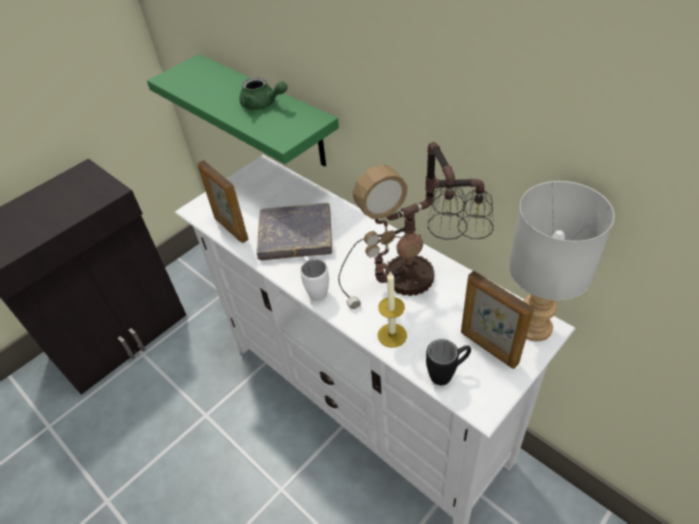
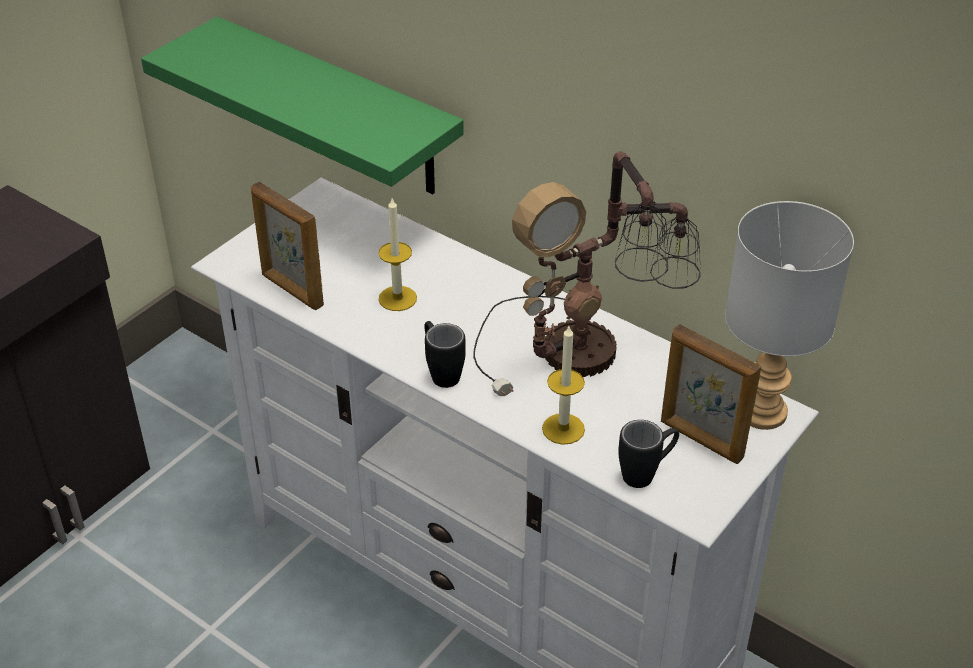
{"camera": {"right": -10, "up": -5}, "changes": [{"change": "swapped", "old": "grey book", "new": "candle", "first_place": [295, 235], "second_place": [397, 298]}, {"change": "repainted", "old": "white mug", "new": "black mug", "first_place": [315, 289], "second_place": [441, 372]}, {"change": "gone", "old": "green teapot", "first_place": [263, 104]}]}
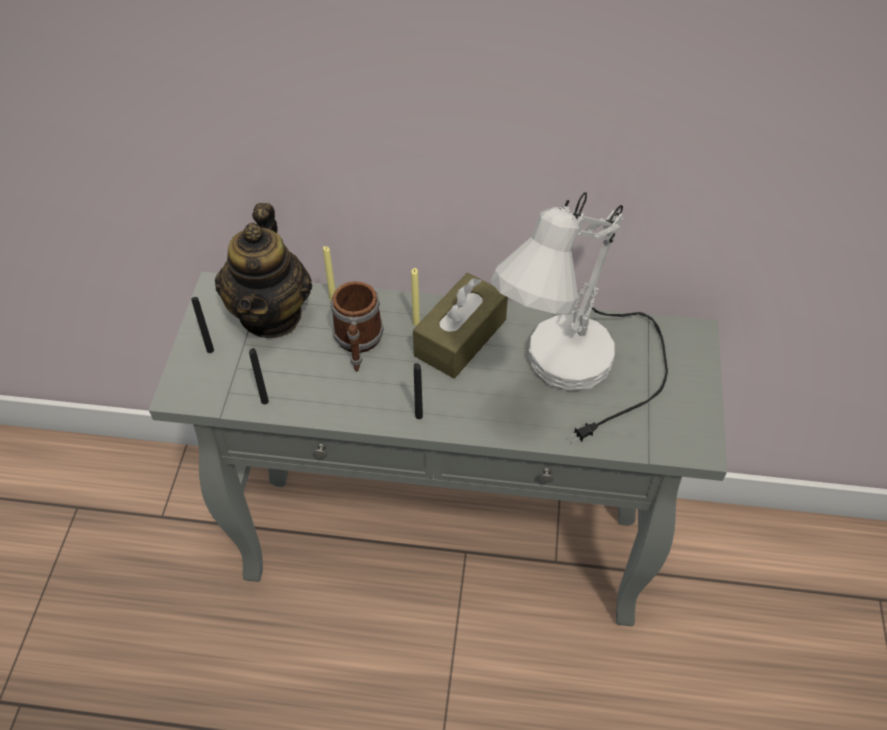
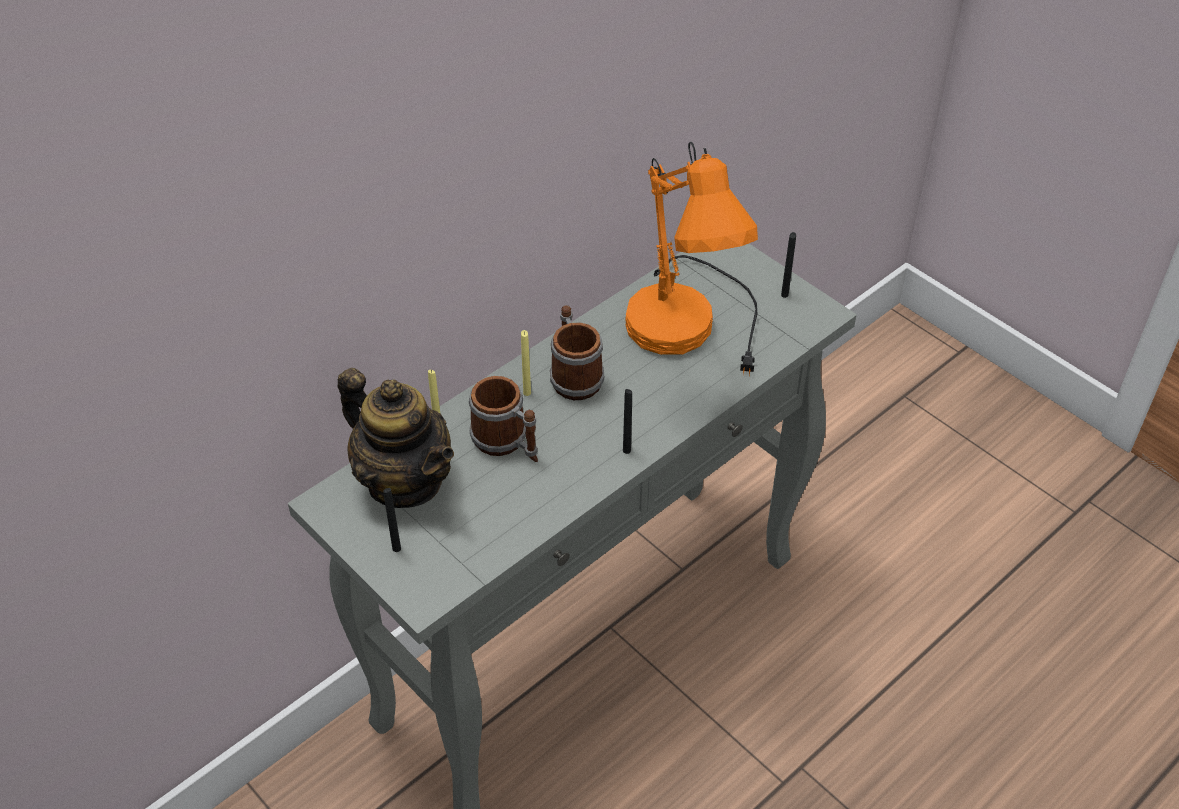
{"camera": {"right": -50, "up": -5}, "changes": [{"change": "swapped", "old": "brown tissue box", "new": "mug", "first_place": [460, 337], "second_place": [574, 376]}, {"change": "repainted", "old": "white table lamp", "new": "orange table lamp", "first_place": [583, 380], "second_place": [697, 333]}, {"change": "shifted", "old": "black candle", "first_place": [264, 401], "second_place": [784, 295]}]}
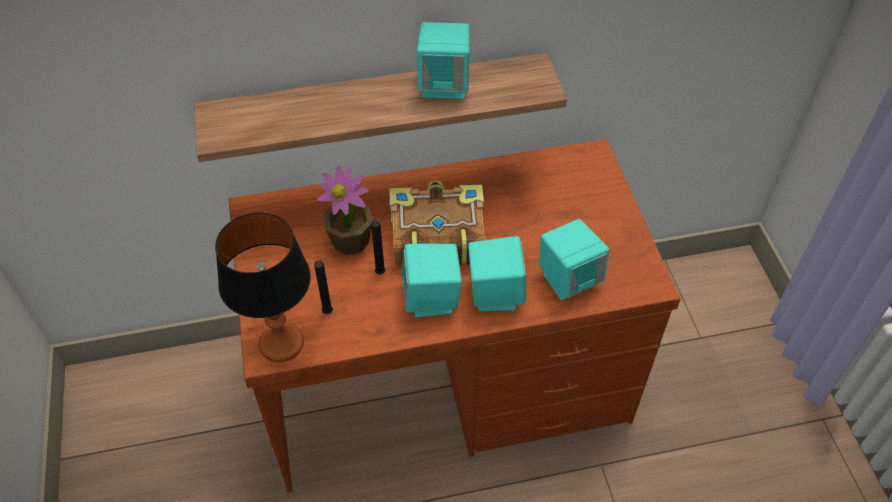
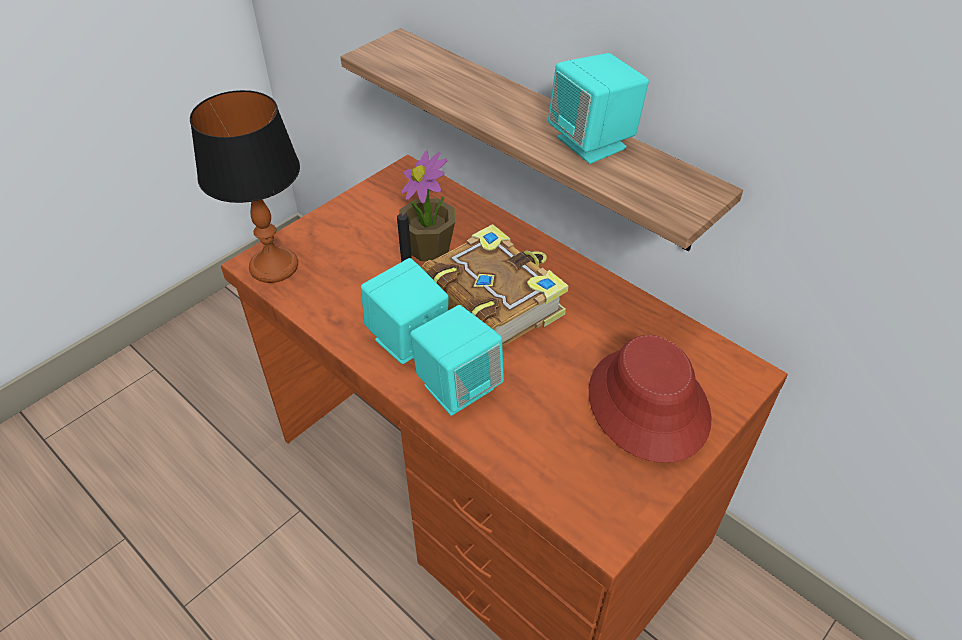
{"camera": {"right": 55, "up": -5}, "changes": [{"change": "new", "new": "red hat", "second_place": [647, 404]}, {"change": "gone", "old": "black candle", "first_place": [329, 312]}, {"change": "gone", "old": "turquoise speaker", "first_place": [568, 279]}]}
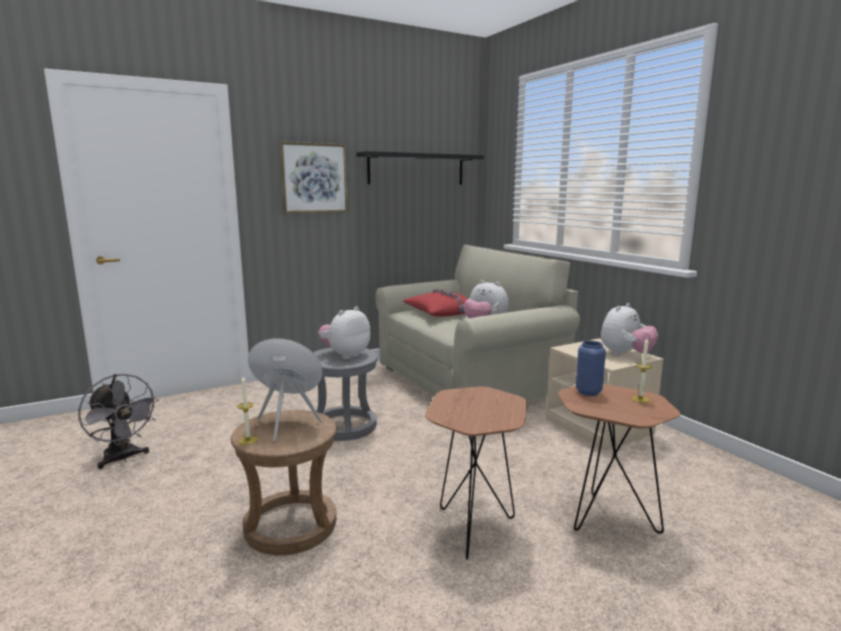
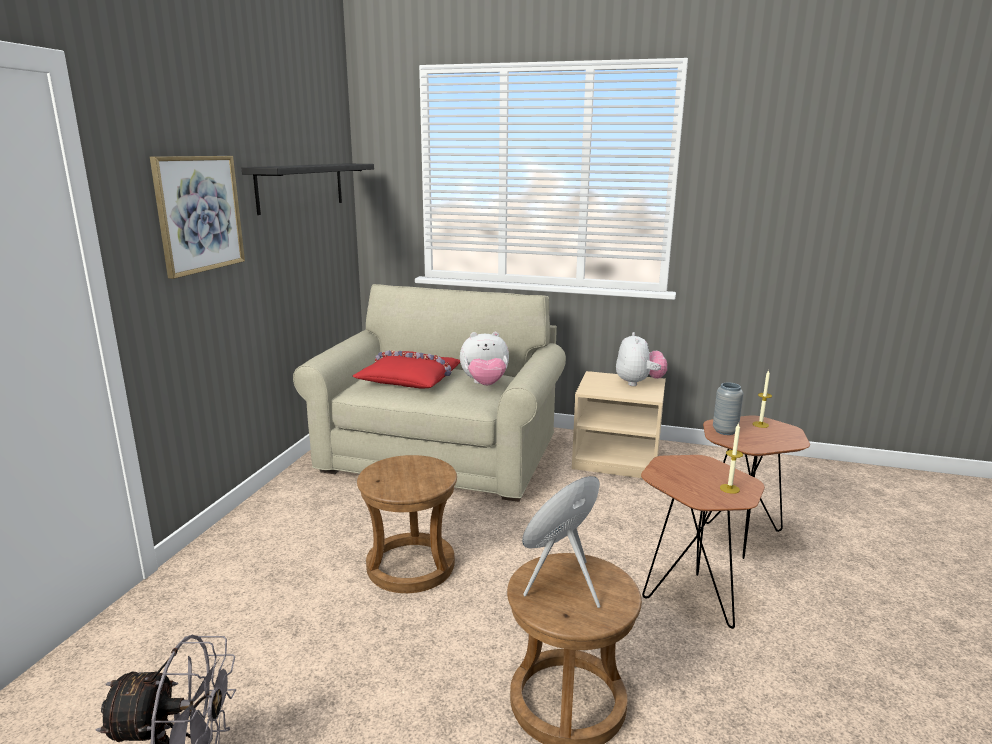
{"camera": {"right": -45, "up": 5}, "changes": [{"change": "repainted", "old": "grey stool", "new": "brown stool", "first_place": [345, 426], "second_place": [411, 566]}, {"change": "repainted", "old": "blue vase", "new": "grey vase", "first_place": [588, 392], "second_place": [725, 431]}, {"change": "shifted", "old": "candle", "first_place": [248, 440], "second_place": [729, 488]}, {"change": "gone", "old": "plush toy", "first_place": [345, 355]}]}
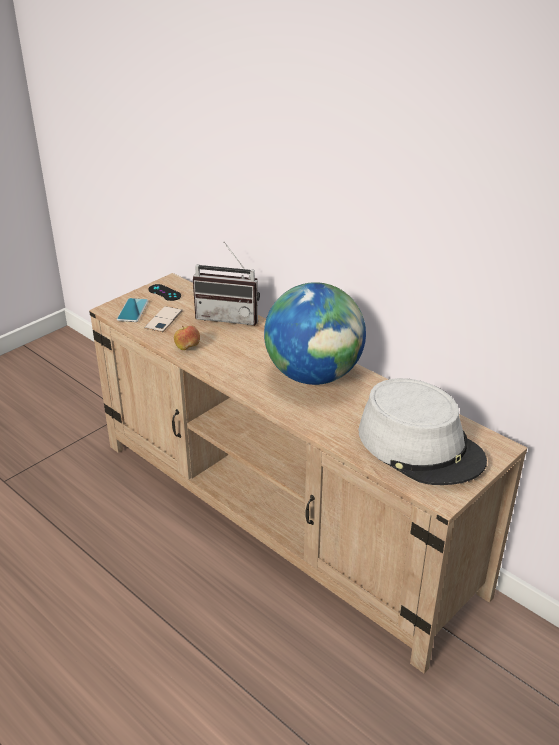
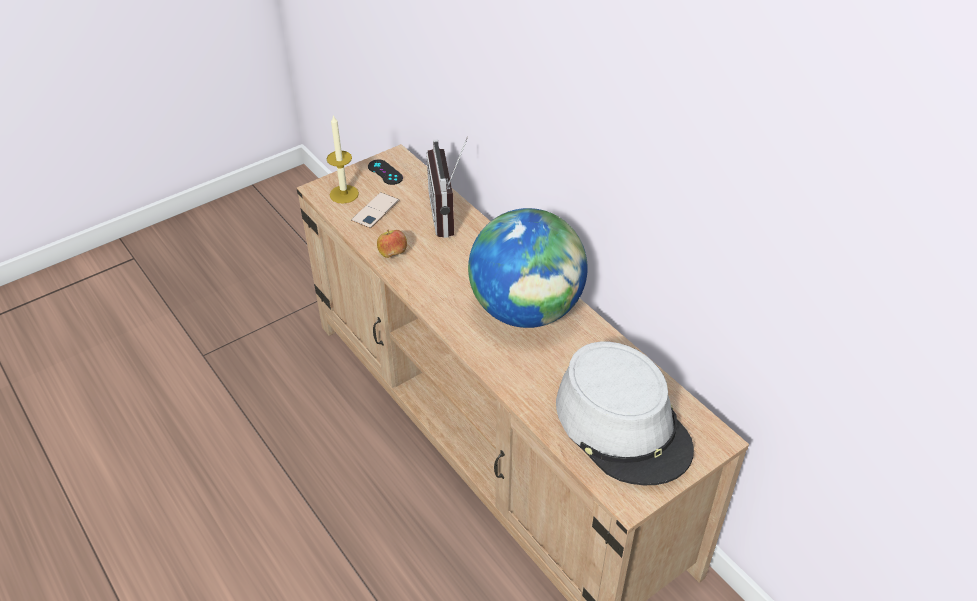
{"camera": {"right": 10, "up": 10}, "changes": [{"change": "swapped", "old": "phone", "new": "candle", "first_place": [133, 310], "second_place": [344, 194]}, {"change": "rotated", "old": "radio", "first_place": [229, 316], "second_place": [450, 214], "degrees": 60}]}
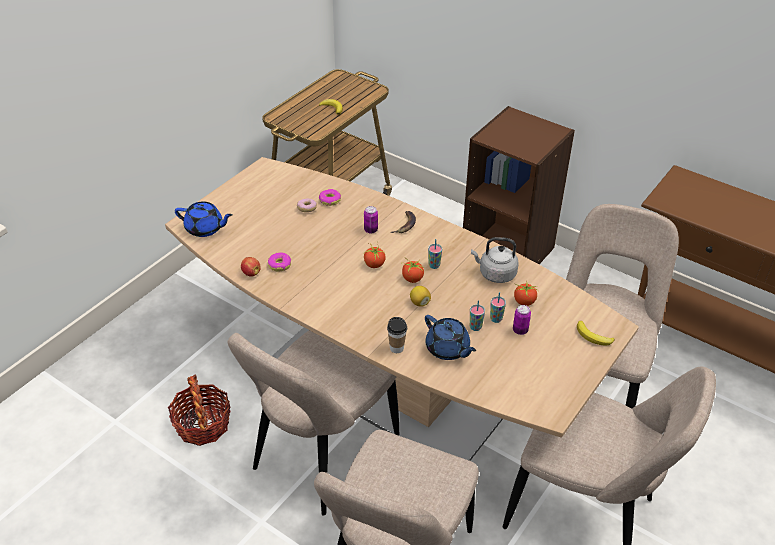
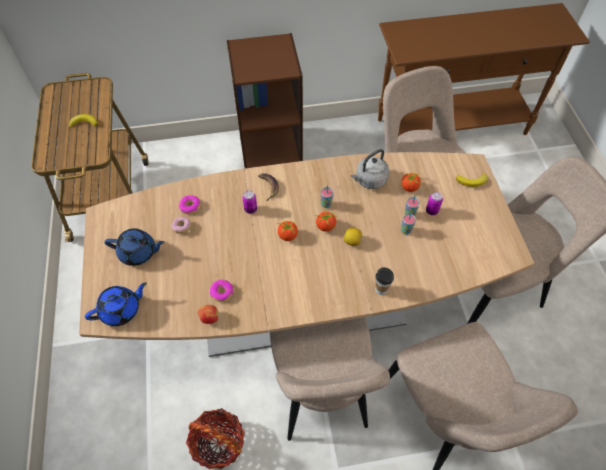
{"camera": {"right": -45, "up": 15}, "changes": [{"change": "shifted", "old": "blue teapot", "first_place": [448, 349], "second_place": [138, 253]}]}
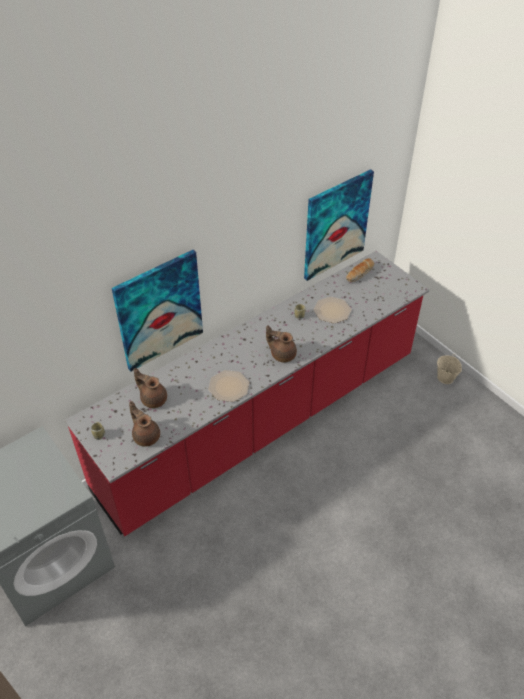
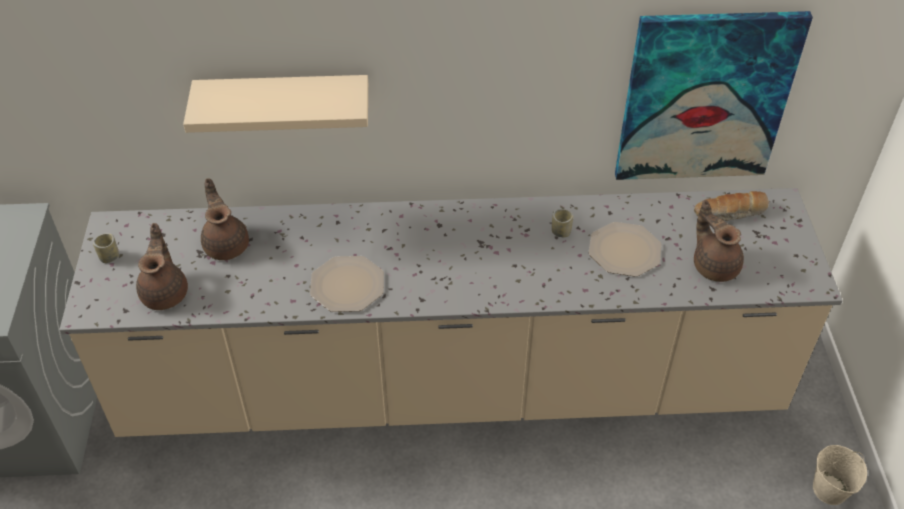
{"camera": {"right": 35, "up": 0}, "changes": [{"change": "repainted", "old": "red counter", "new": "beige counter", "first_place": [262, 422], "second_place": [452, 387]}, {"change": "swapped", "old": "picture", "new": "beige shelf", "first_place": [159, 310], "second_place": [284, 102]}, {"change": "shifted", "old": "brown teapot", "first_place": [282, 354], "second_place": [714, 265]}]}
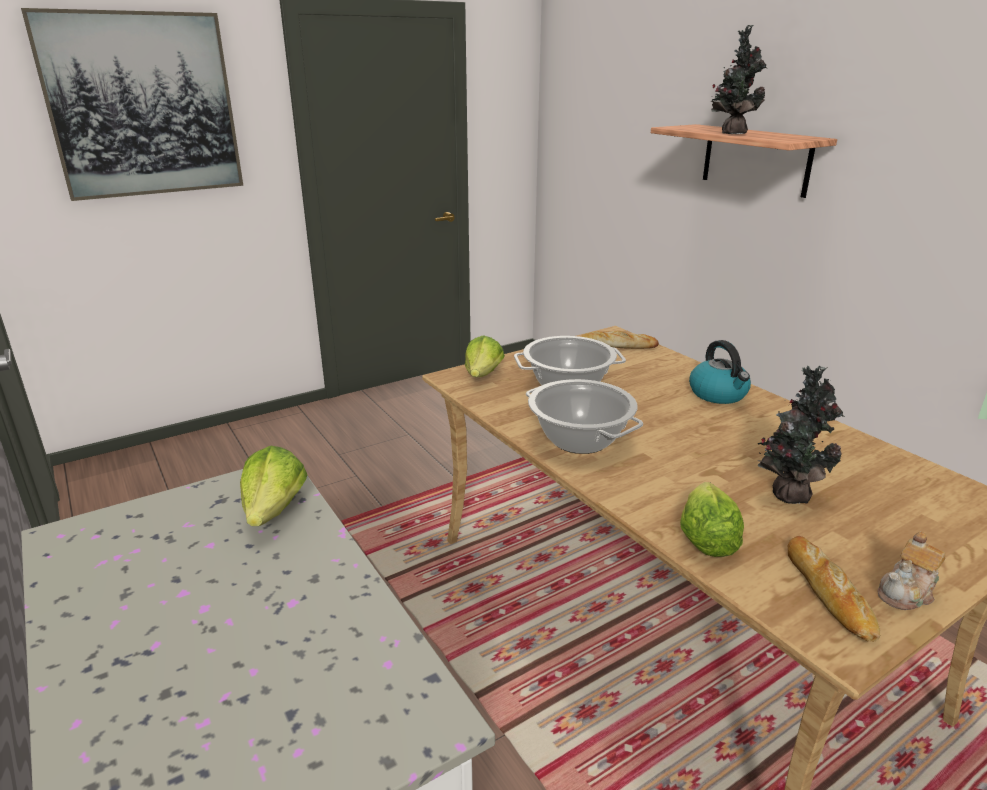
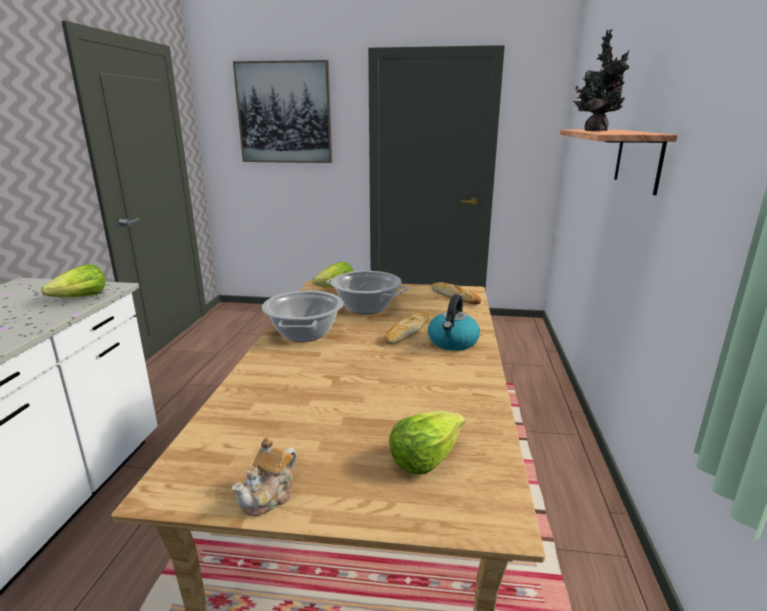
{"camera": {"right": 40, "up": -5}, "changes": [{"change": "rotated", "old": "teapot", "first_place": [907, 593], "second_place": [269, 496], "degrees": -60}, {"change": "shifted", "old": "bread", "first_place": [828, 592], "second_place": [406, 332]}, {"change": "shifted", "old": "lettuce", "first_place": [706, 537], "second_place": [425, 457]}, {"change": "gone", "old": "potted plant", "first_place": [787, 494]}]}
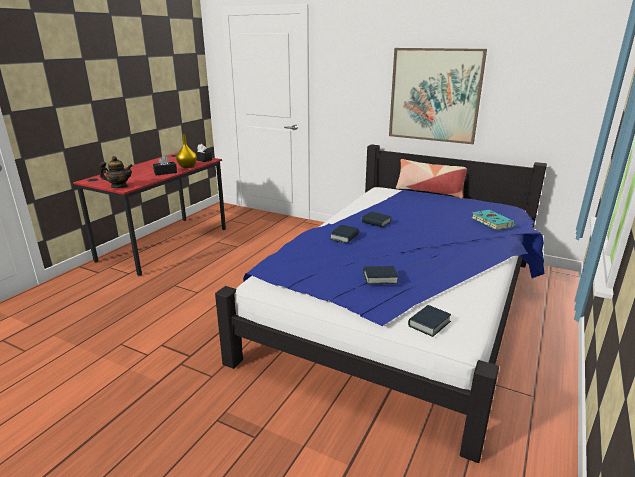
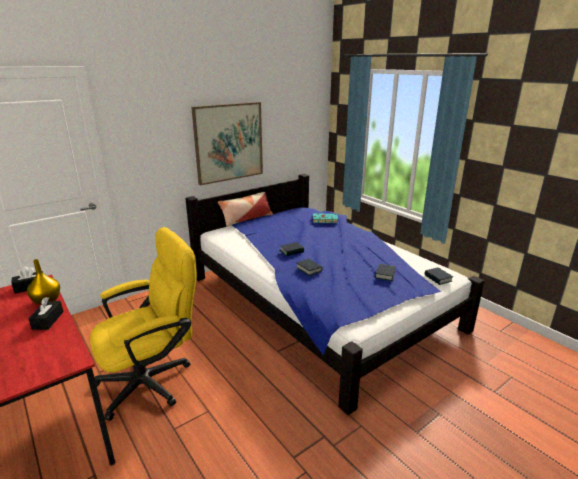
{"camera": {"right": -65, "up": 0}, "changes": [{"change": "new", "new": "yellow office chair", "second_place": [153, 380]}, {"change": "gone", "old": "teapot", "first_place": [119, 186]}]}
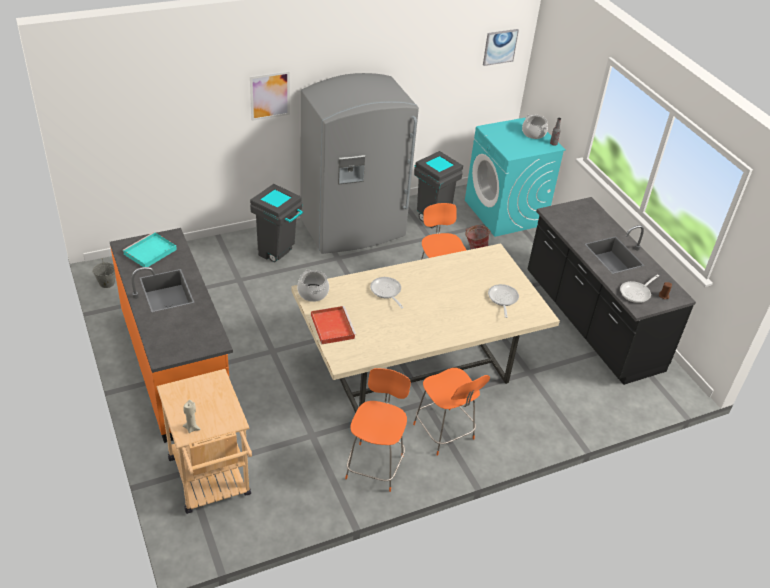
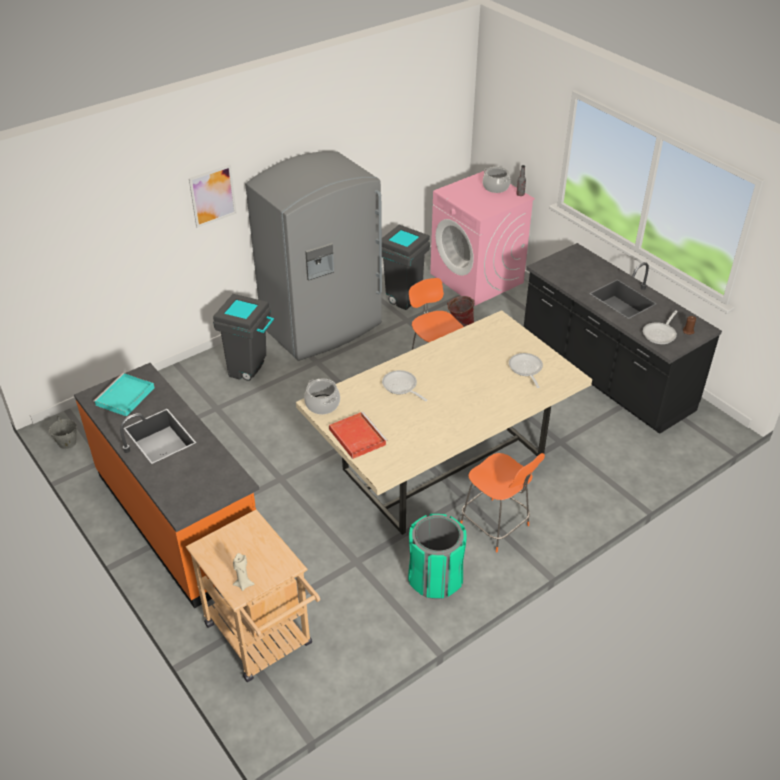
{"camera": {"right": -10, "up": 0}, "changes": [{"change": "swapped", "old": "orange chair", "new": "green trash can", "first_place": [375, 465], "second_place": [435, 578]}, {"change": "repainted", "old": "turquoise washing machine", "new": "pink washing machine", "first_place": [505, 213], "second_place": [477, 278]}, {"change": "gone", "old": "picture", "first_place": [500, 46]}]}
